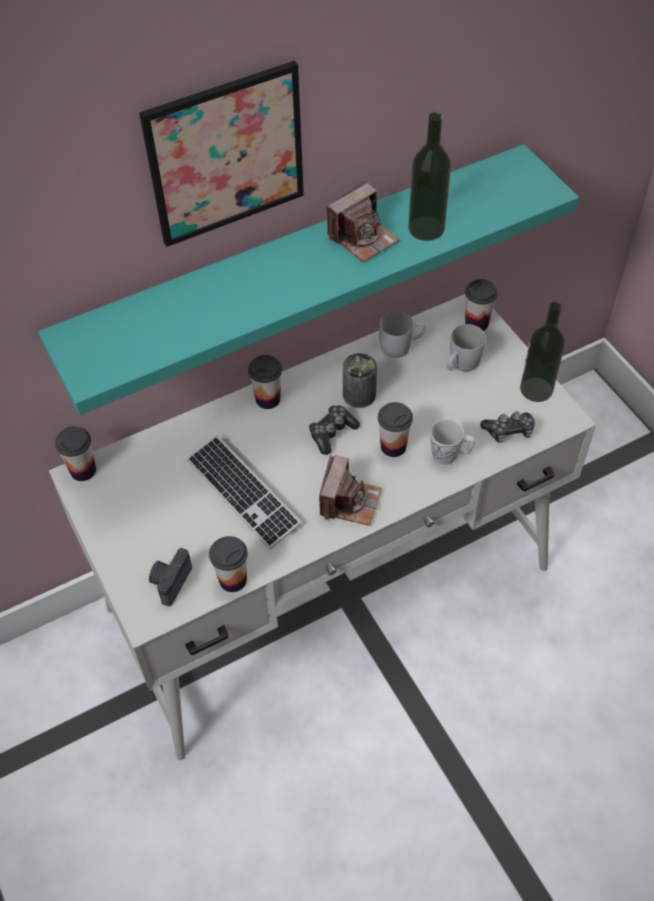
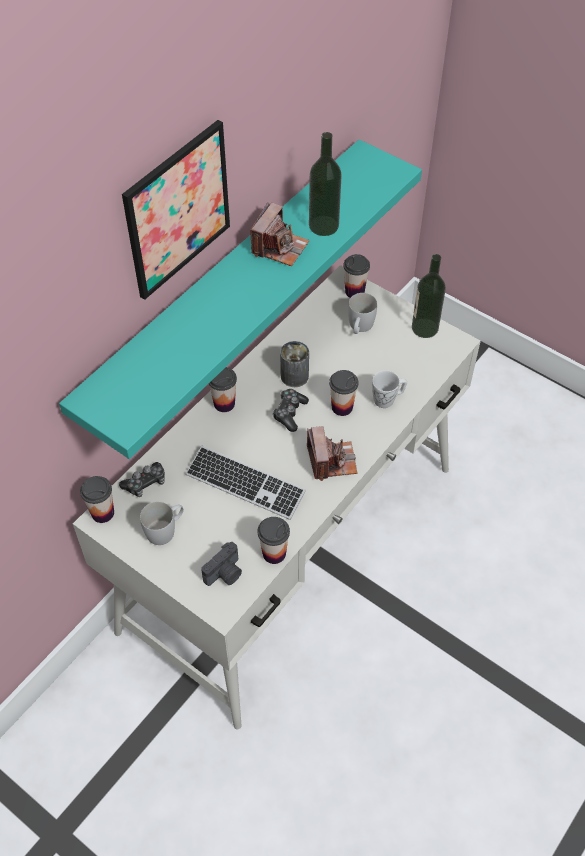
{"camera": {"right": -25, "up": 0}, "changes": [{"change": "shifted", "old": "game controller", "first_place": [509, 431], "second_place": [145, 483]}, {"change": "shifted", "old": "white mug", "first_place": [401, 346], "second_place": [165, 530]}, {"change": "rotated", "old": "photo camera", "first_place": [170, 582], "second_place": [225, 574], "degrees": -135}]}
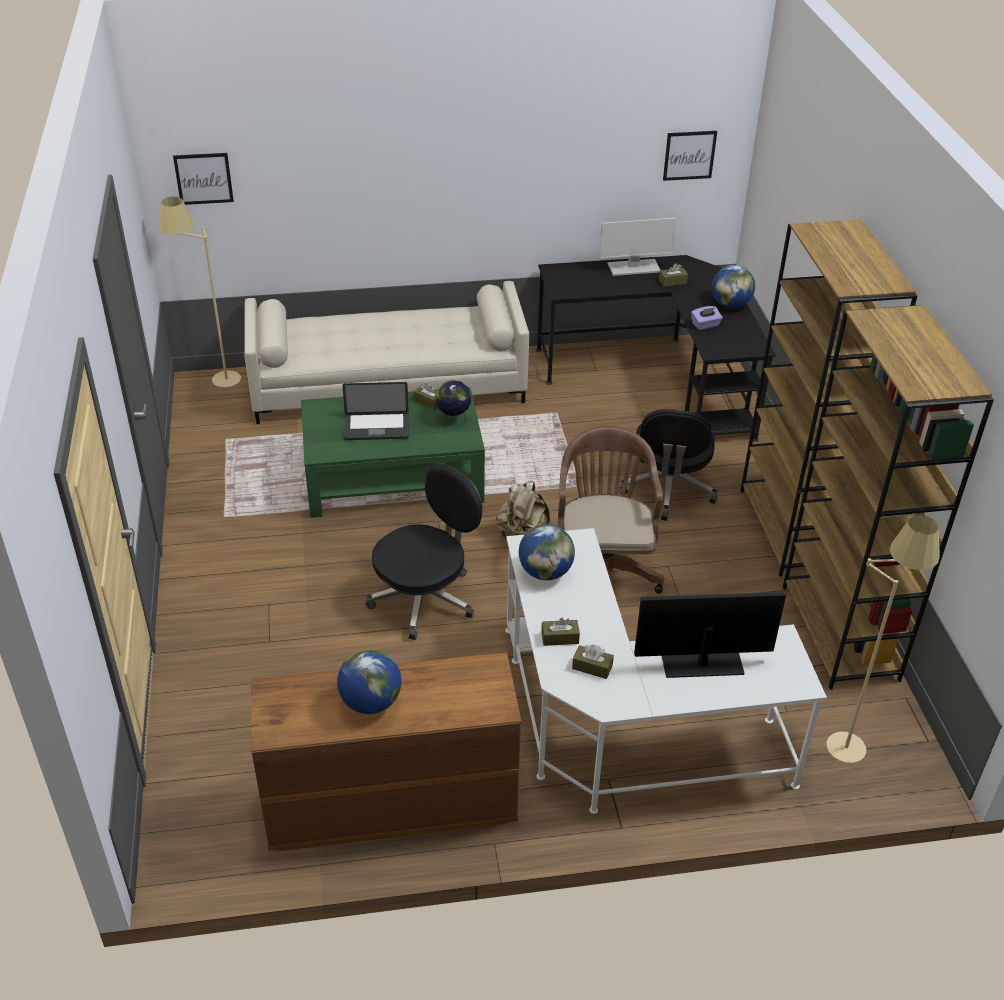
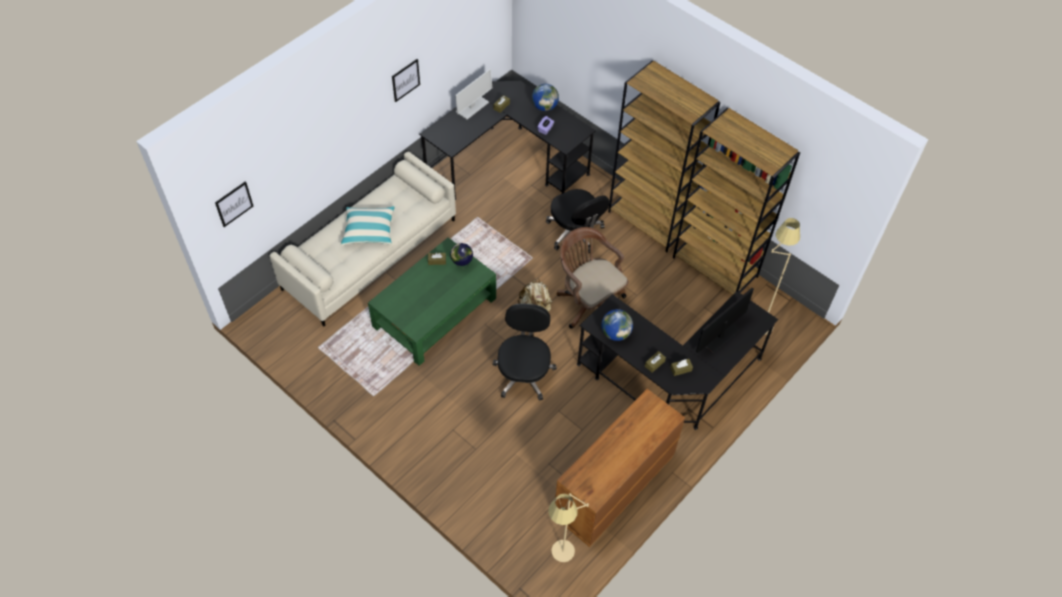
{"camera": {"right": -40, "up": 15}, "changes": [{"change": "new", "new": "pillow", "second_place": [369, 230]}, {"change": "shifted", "old": "picture", "first_place": [689, 155], "second_place": [405, 80]}, {"change": "shifted", "old": "beige floor lamp", "first_place": [214, 383], "second_place": [560, 561]}, {"change": "repainted", "old": "white desk", "new": "black desk", "first_place": [623, 728], "second_place": [672, 379]}, {"change": "gone", "old": "globe", "first_place": [371, 702]}, {"change": "gone", "old": "laptop", "first_place": [376, 428]}]}
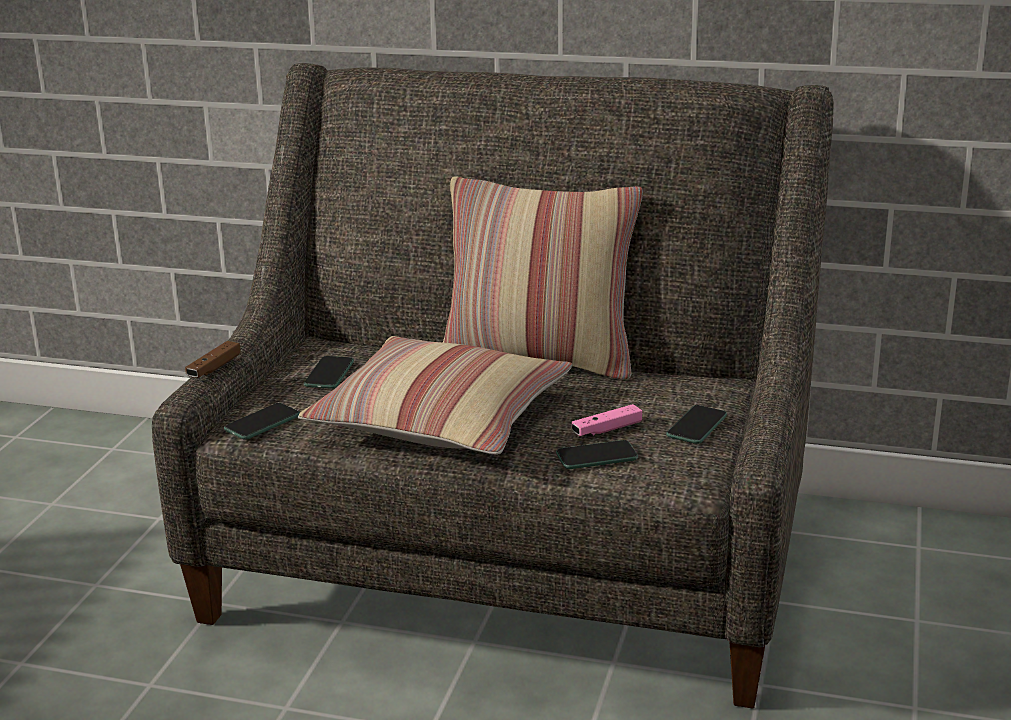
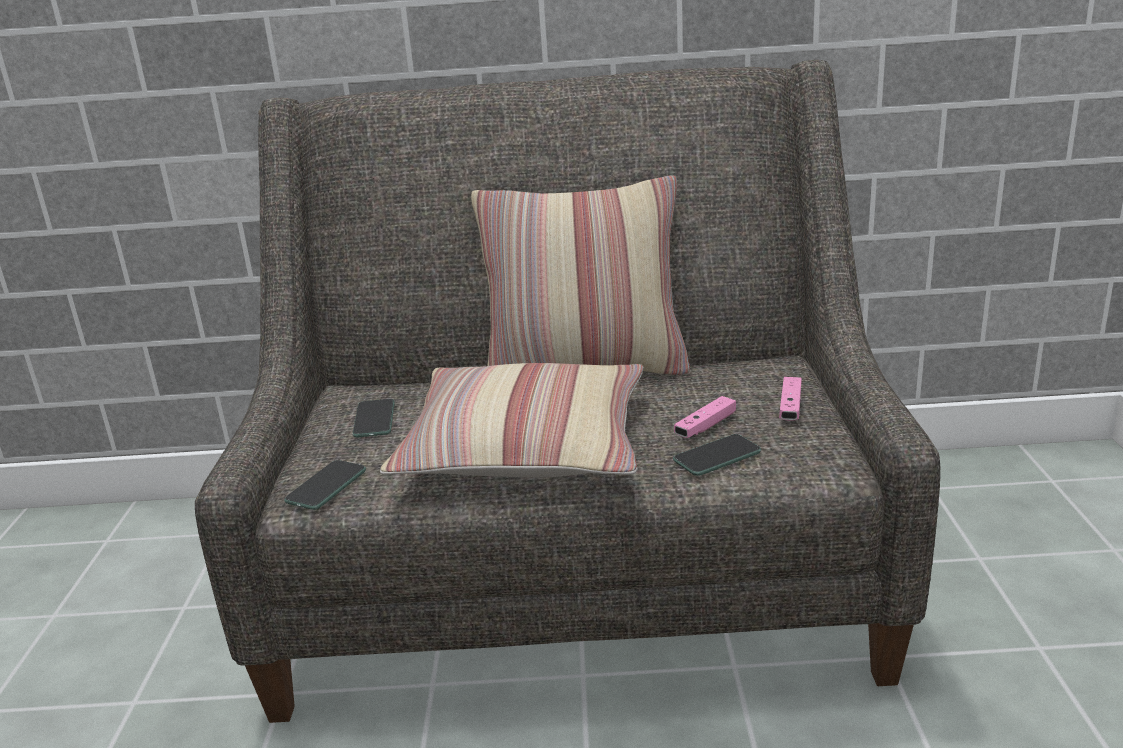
{"camera": {"right": -15, "up": 0}, "changes": [{"change": "swapped", "old": "phone", "new": "pink game controller", "first_place": [696, 426], "second_place": [790, 407]}, {"change": "gone", "old": "brown game controller", "first_place": [214, 368]}]}
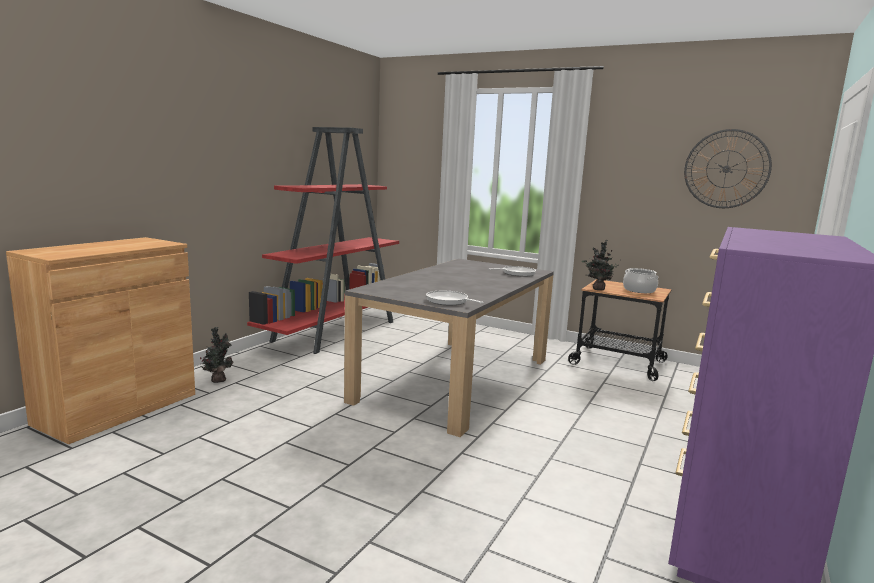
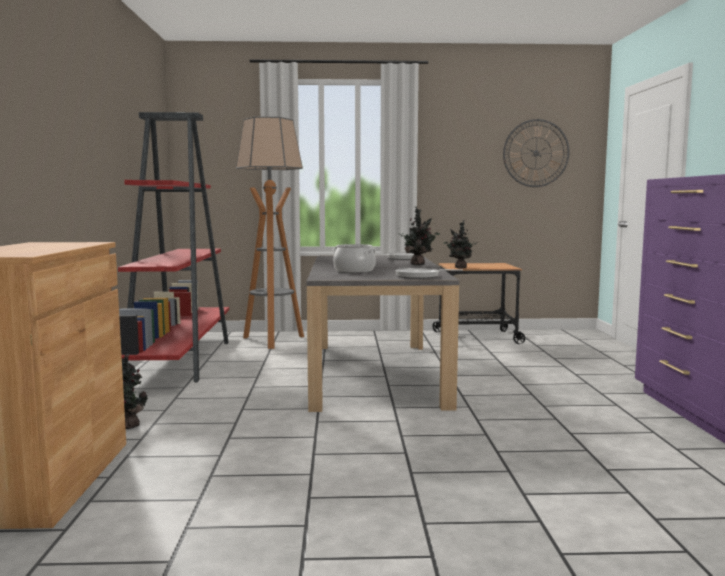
{"camera": {"right": -30, "up": -5}, "changes": [{"change": "new", "new": "floor lamp", "second_place": [273, 340]}, {"change": "shifted", "old": "cooking pot", "first_place": [639, 290], "second_place": [354, 271]}, {"change": "new", "new": "potted plant", "second_place": [418, 264]}]}
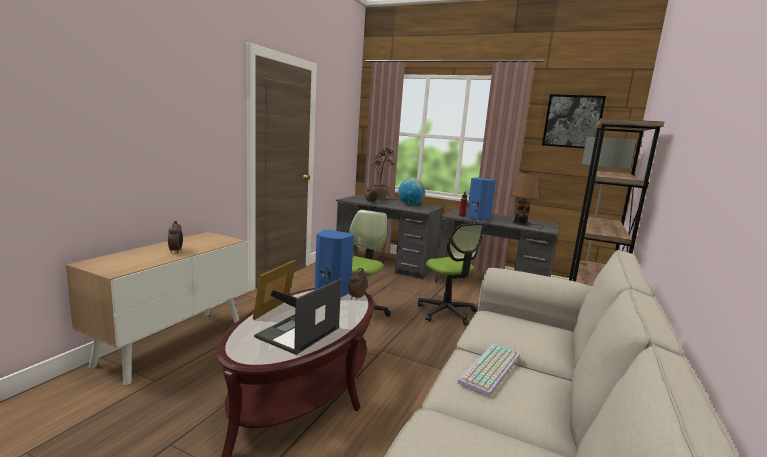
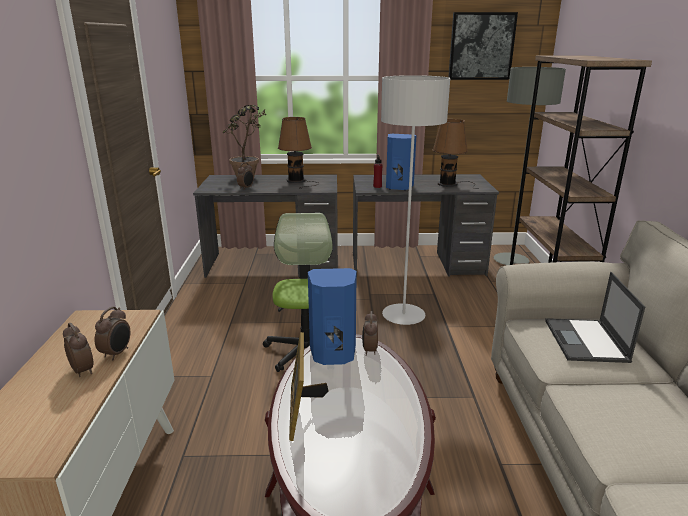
{"camera": {"right": -25, "up": 10}, "changes": [{"change": "new", "new": "alarm clock", "second_place": [117, 353]}, {"change": "swapped", "old": "globe", "new": "brown table lamp", "first_place": [410, 205], "second_place": [297, 181]}, {"change": "swapped", "old": "office chair", "new": "grey floor lamp", "first_place": [446, 312], "second_place": [403, 316]}, {"change": "shifted", "old": "laptop", "first_place": [298, 333], "second_place": [586, 341]}, {"change": "gone", "old": "keyboard", "first_place": [491, 370]}]}
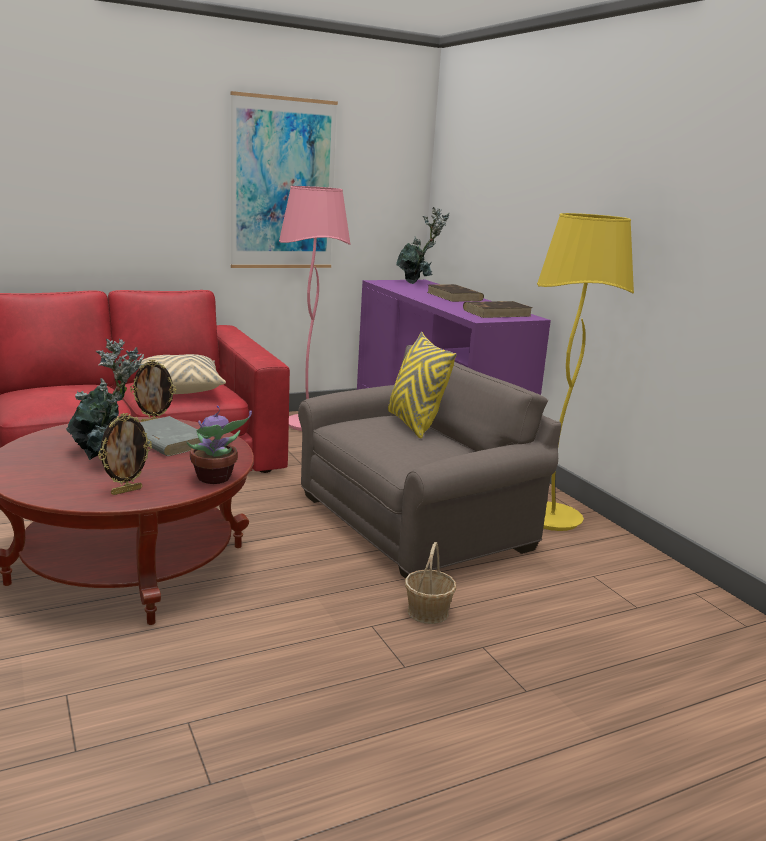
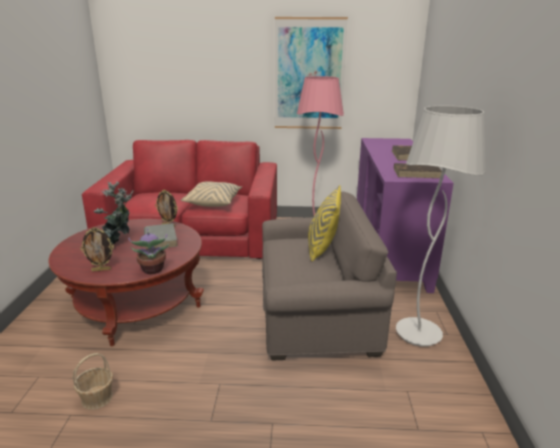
{"camera": {"right": 30, "up": 5}, "changes": [{"change": "shifted", "old": "basket", "first_place": [428, 612], "second_place": [97, 398]}, {"change": "repainted", "old": "yellow floor lamp", "new": "white floor lamp", "first_place": [551, 519], "second_place": [418, 333]}, {"change": "gone", "old": "potted plant", "first_place": [418, 283]}]}
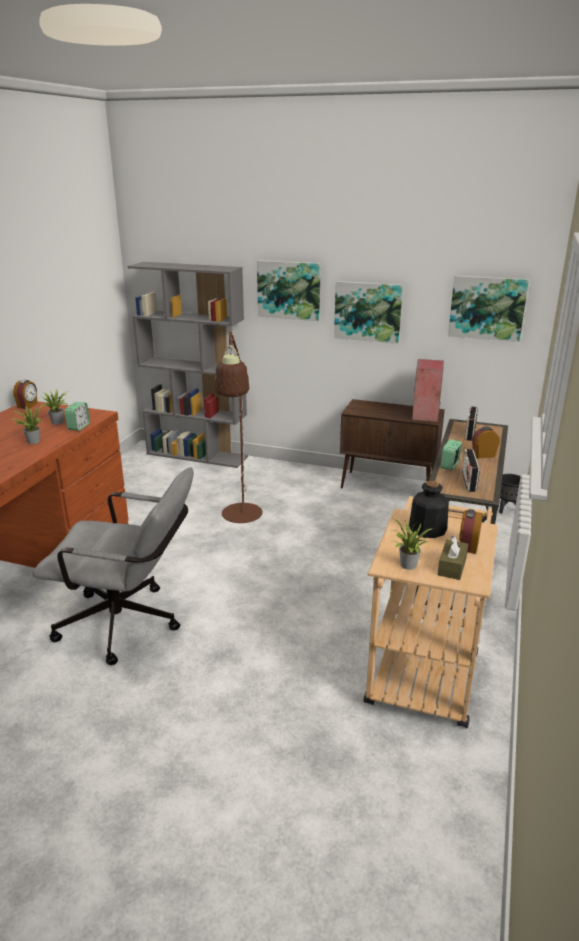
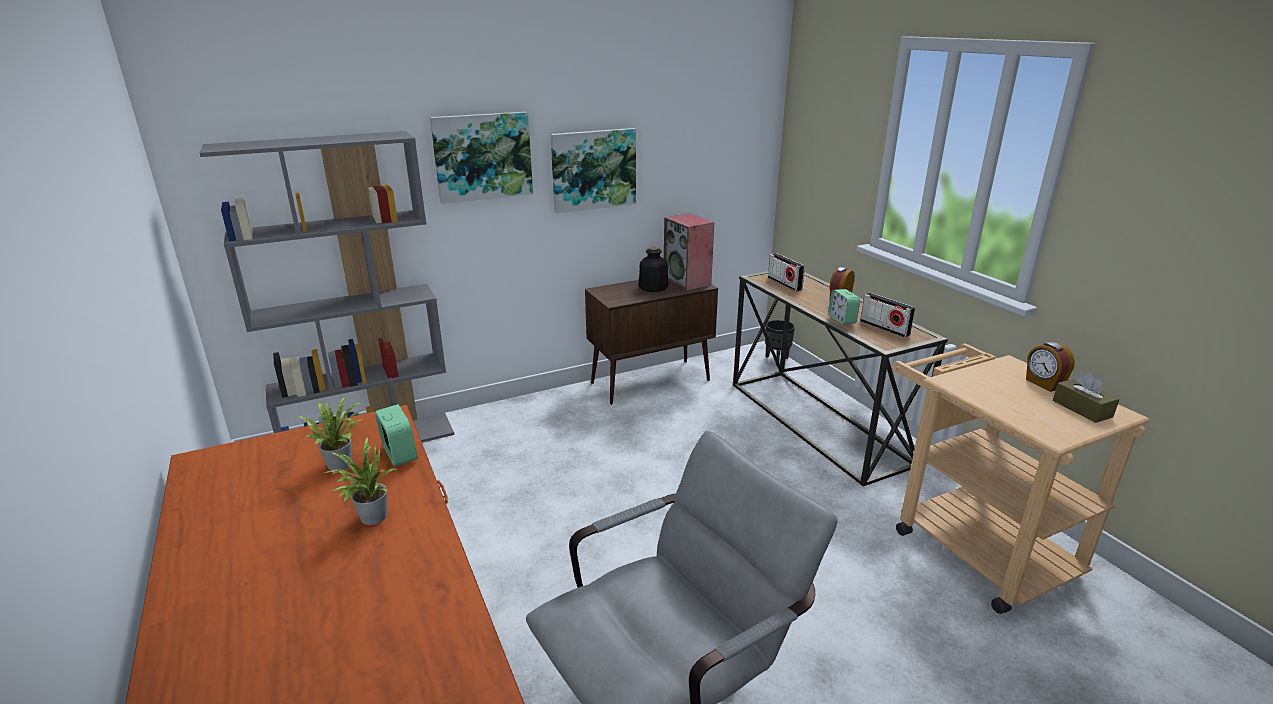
{"camera": {"right": -45, "up": 0}, "changes": [{"change": "shifted", "old": "bottle", "first_place": [427, 529], "second_place": [653, 287]}, {"change": "gone", "old": "alarm clock", "first_place": [28, 405]}, {"change": "gone", "old": "brown floor lamp", "first_place": [241, 518]}, {"change": "gone", "old": "potted plant", "first_place": [407, 566]}, {"change": "gone", "old": "picture", "first_place": [487, 308]}]}
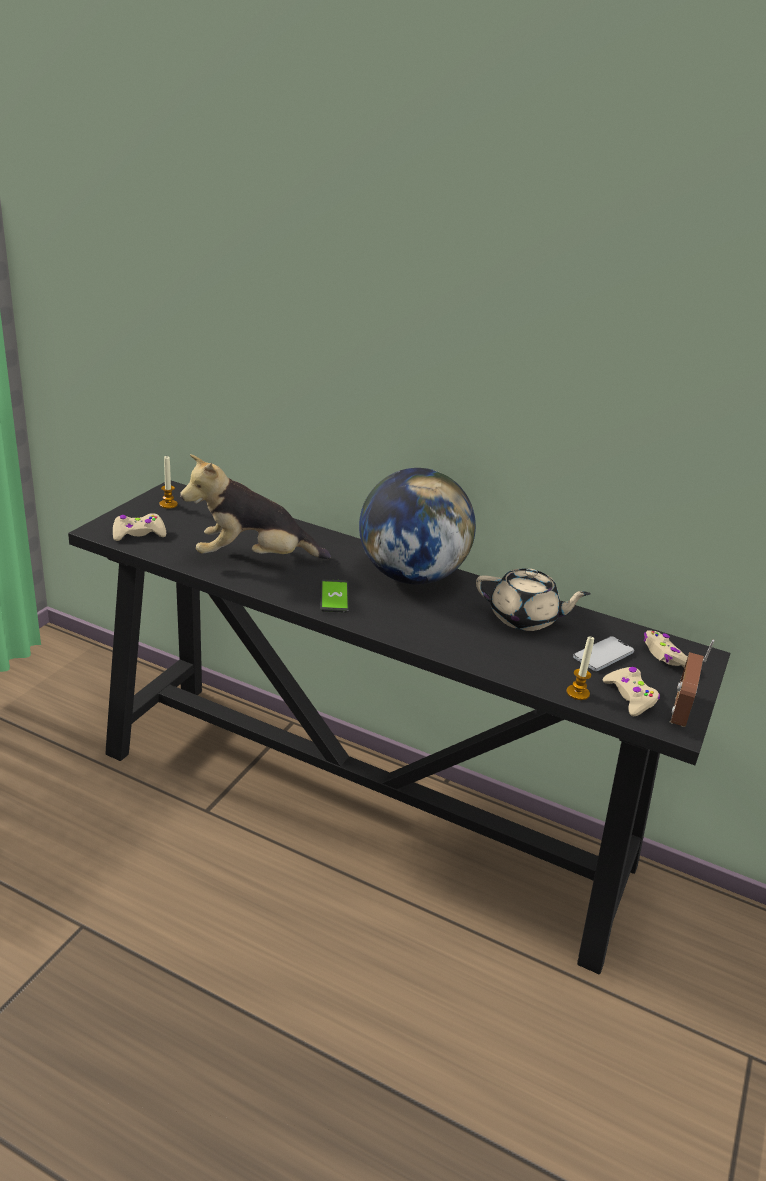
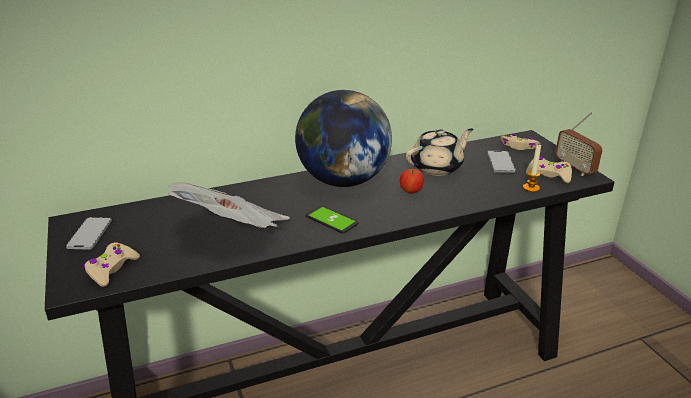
{"camera": {"right": -45, "up": 0}, "changes": [{"change": "swapped", "old": "candle", "new": "phone", "first_place": [168, 504], "second_place": [90, 234]}, {"change": "swapped", "old": "plush toy", "new": "newspaper", "first_place": [253, 559], "second_place": [234, 231]}, {"change": "new", "new": "apple", "second_place": [411, 191]}]}
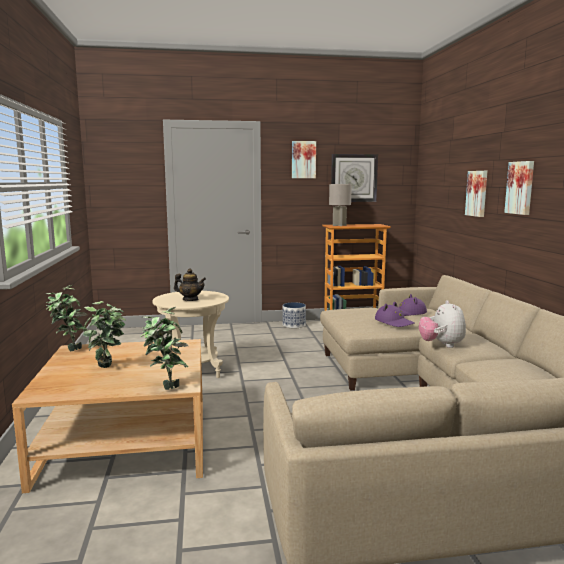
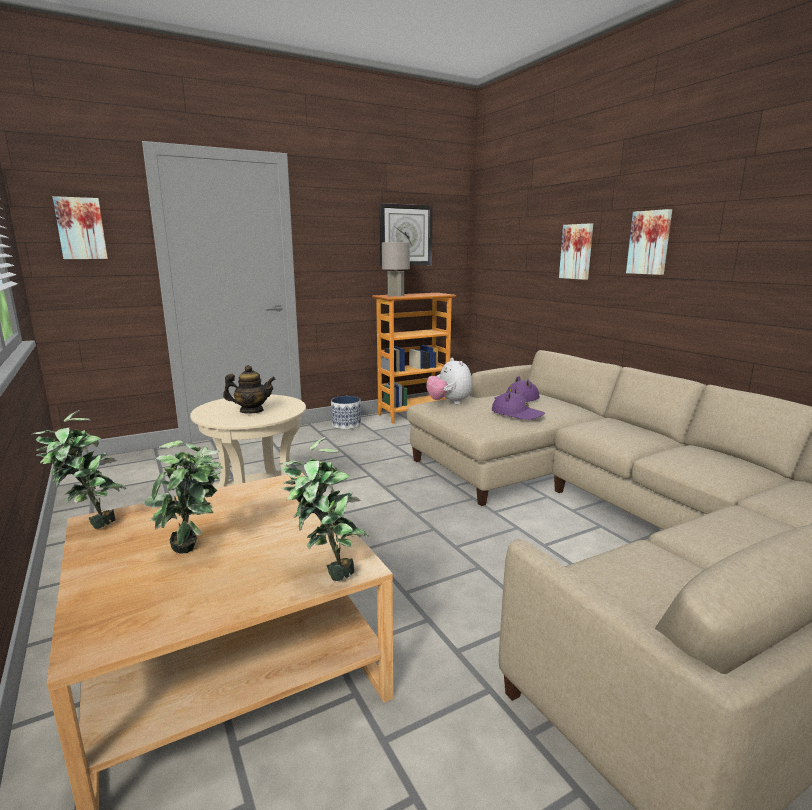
{"camera": {"right": -20, "up": 5}, "changes": [{"change": "shifted", "old": "picture", "first_place": [303, 159], "second_place": [81, 228]}, {"change": "shifted", "old": "plush toy", "first_place": [441, 345], "second_place": [449, 403]}]}
